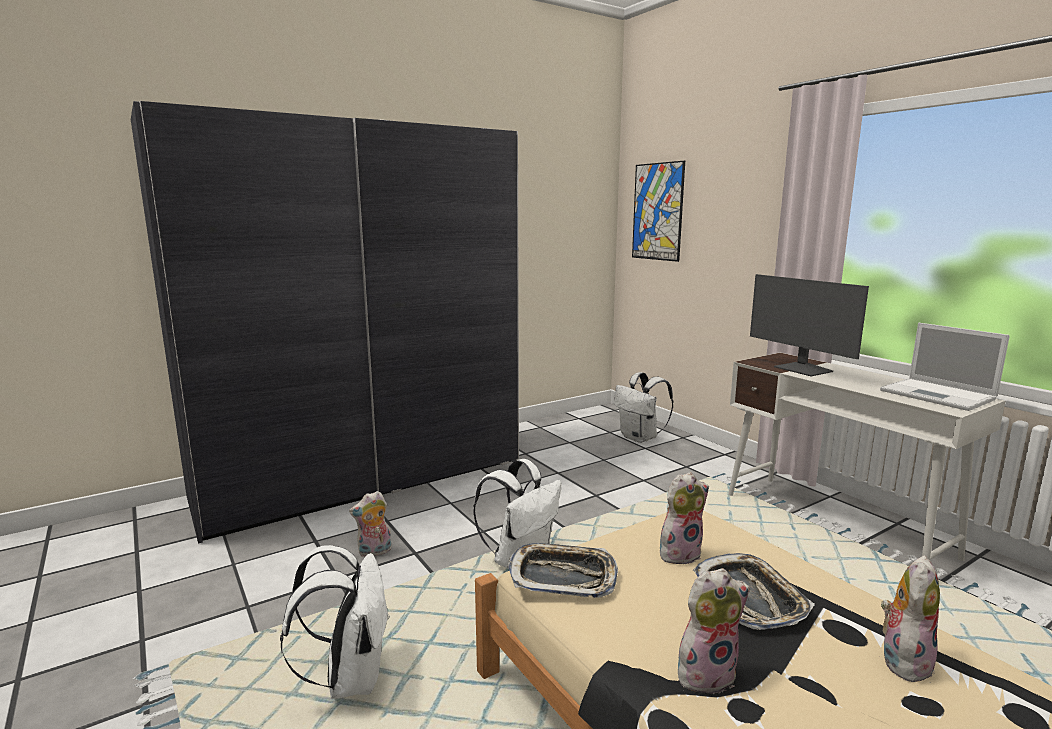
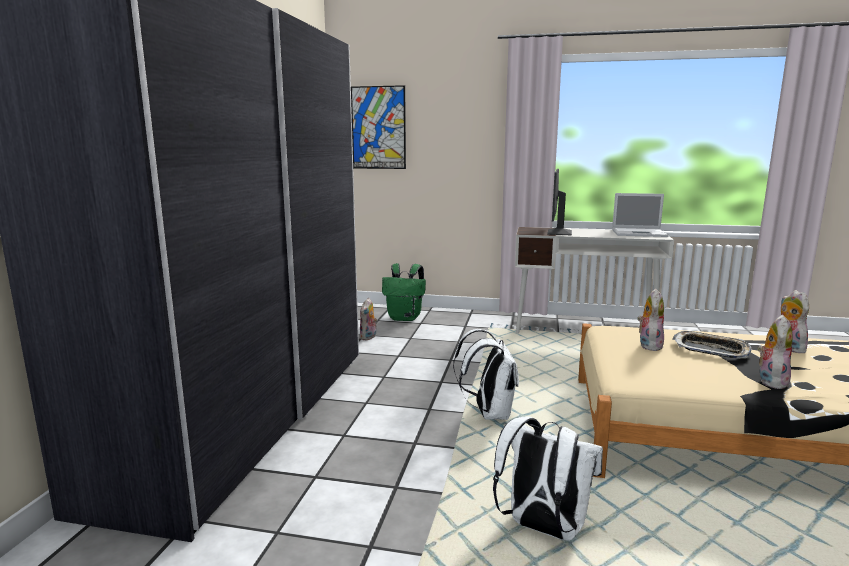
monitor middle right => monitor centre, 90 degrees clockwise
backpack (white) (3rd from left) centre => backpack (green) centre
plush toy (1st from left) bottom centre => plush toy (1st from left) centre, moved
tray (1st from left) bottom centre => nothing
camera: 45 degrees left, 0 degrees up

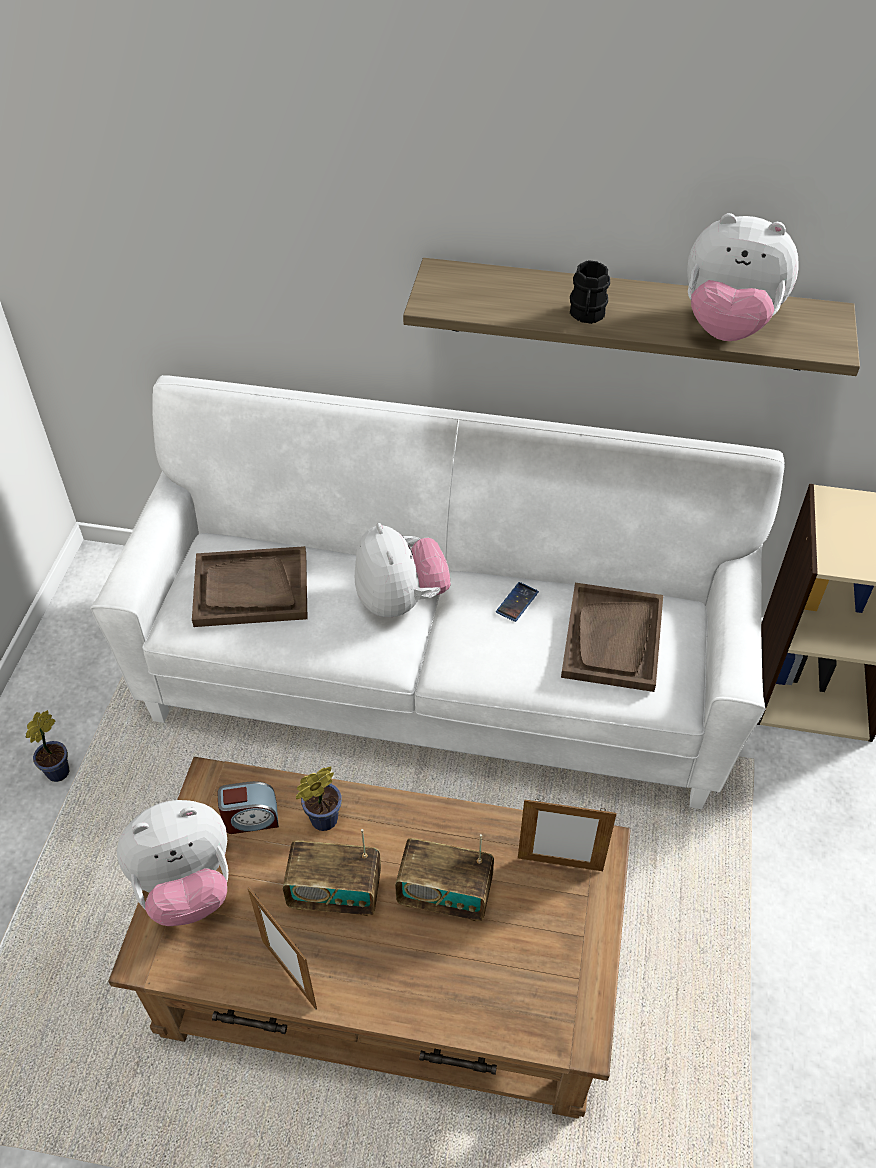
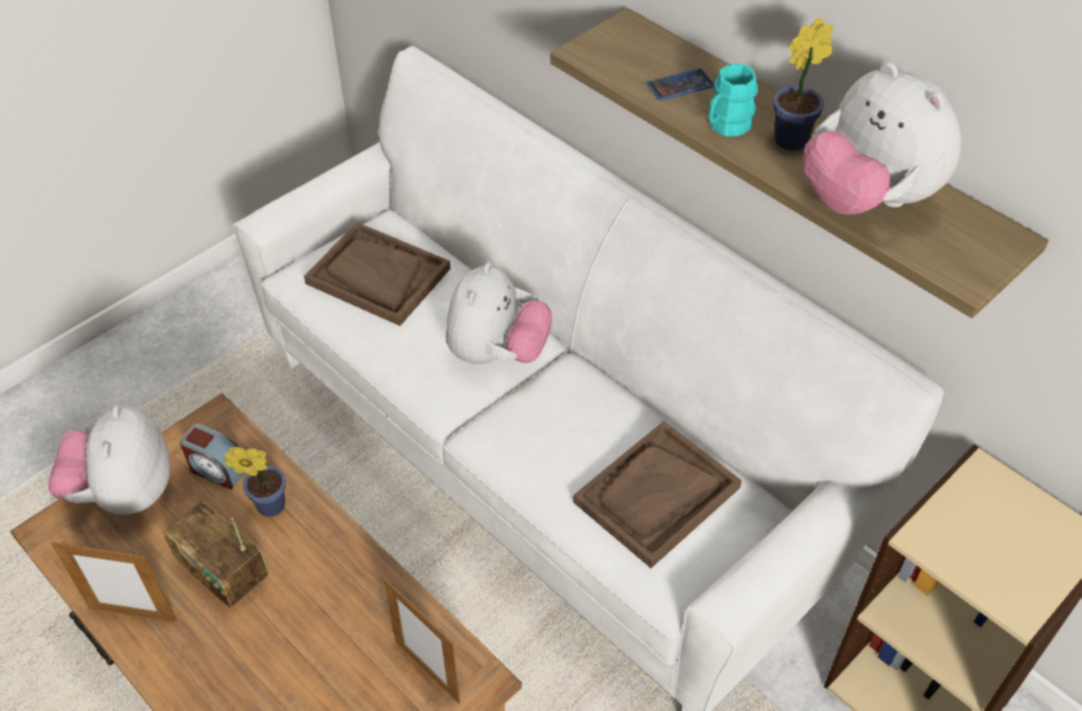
mug (black) top right => mug (turquoise) top right
phone centre => phone top centre, moved
potted plant (1st from left in the first image) middle left => potted plant (2nd from left) top right, moved
plush toy (1st from left) bottom left => plush toy (1st from left) middle left, 75 degrees clockwise
radio (2nd from left) bottom centre => nothing
picture frame (1st from left) bottom left, 75 degrees counterclockwise
camera: 35 degrees right, 0 degrees up

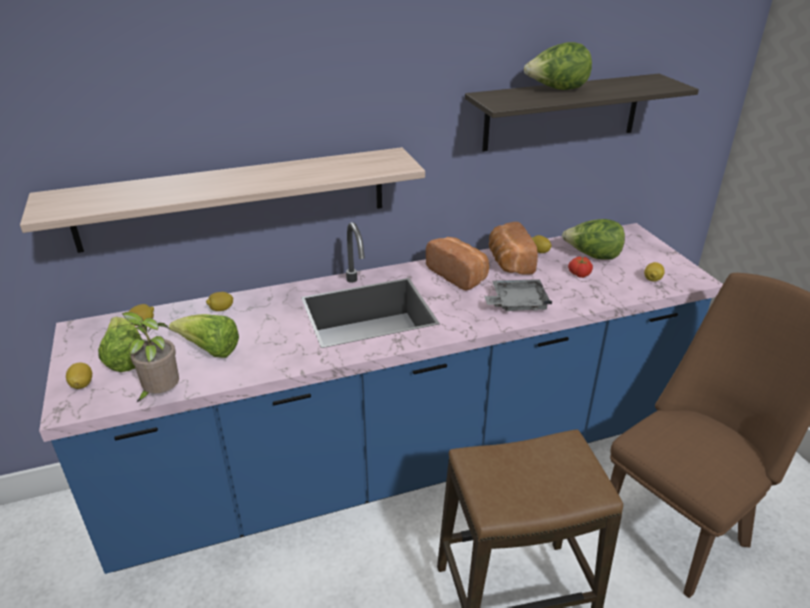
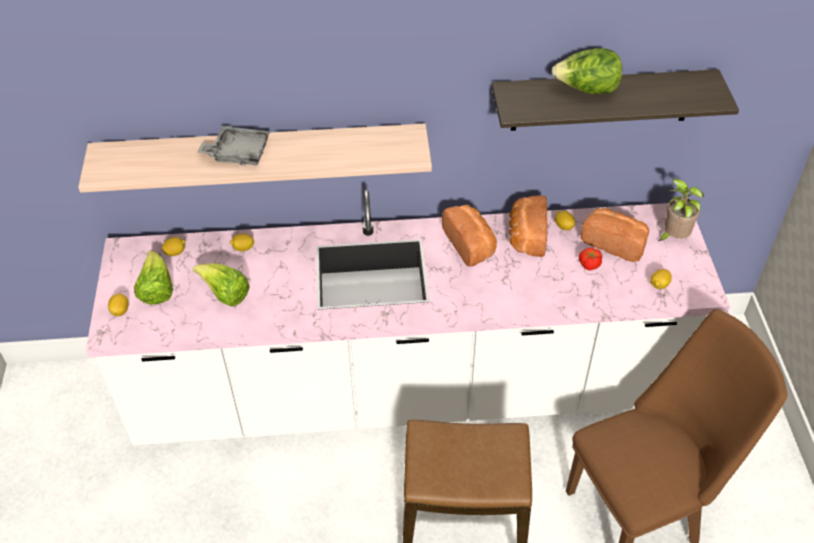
lettuce (4th from left) middle right => bread (3rd from left) middle right
counter (blue) centre => counter (white) centre
tray (grey) centre => tray (grey) top left, moved
potted plant middle left => potted plant middle right, moved
camera: 15 degrees right, 15 degrees up

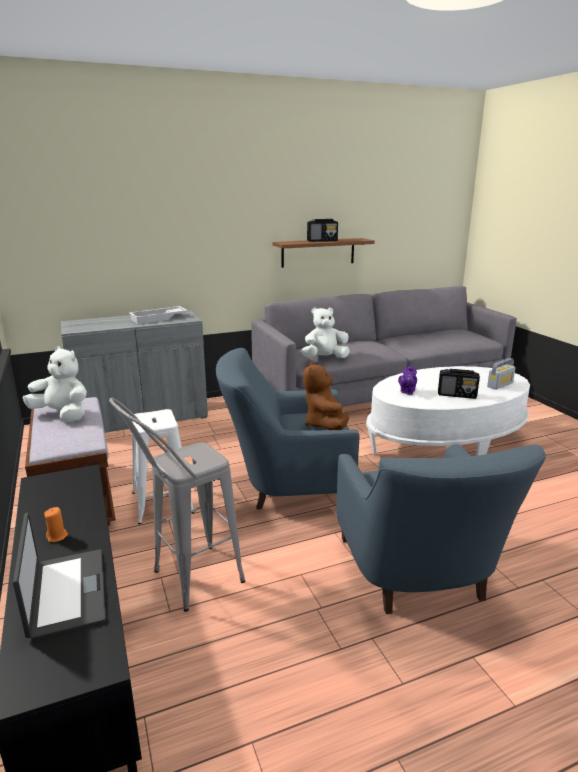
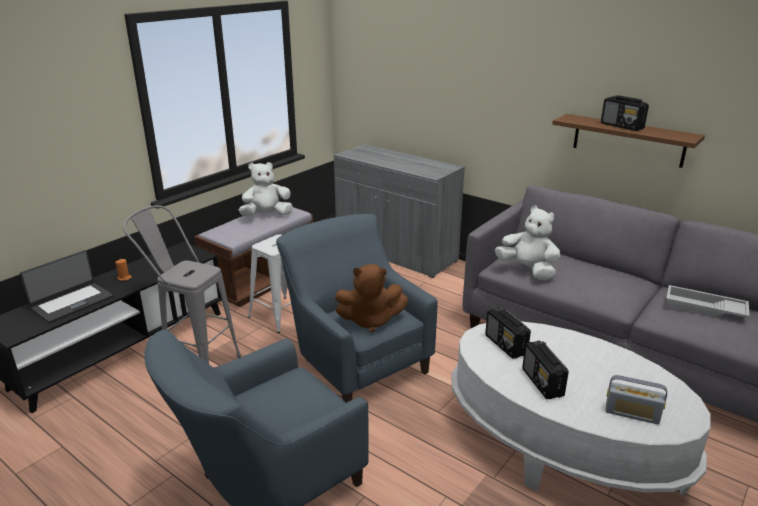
tray (white) middle left => tray (white) middle right, moved
plush toy (white) (1st from left) middle left => plush toy (white) (1st from left) centre, 105 degrees counterclockwise
plush toy (brown) centre, 150 degrees counterclockwise
teapot (purple) middle right => radio (1st from left) middle right
camera: 60 degrees right, 5 degrees up

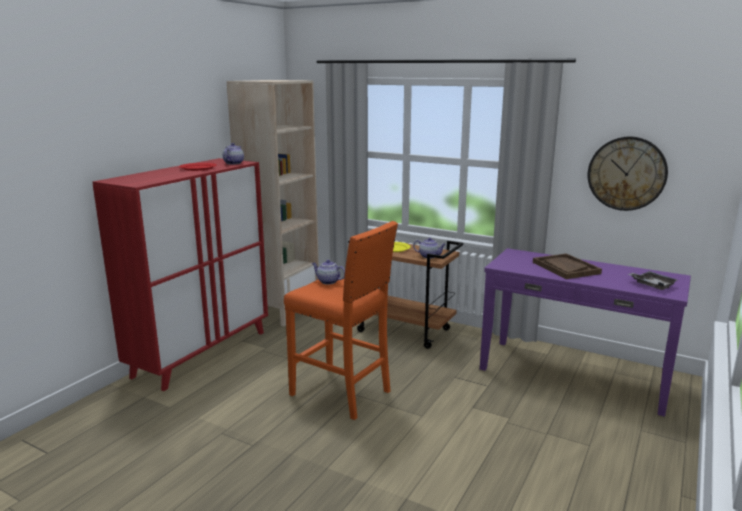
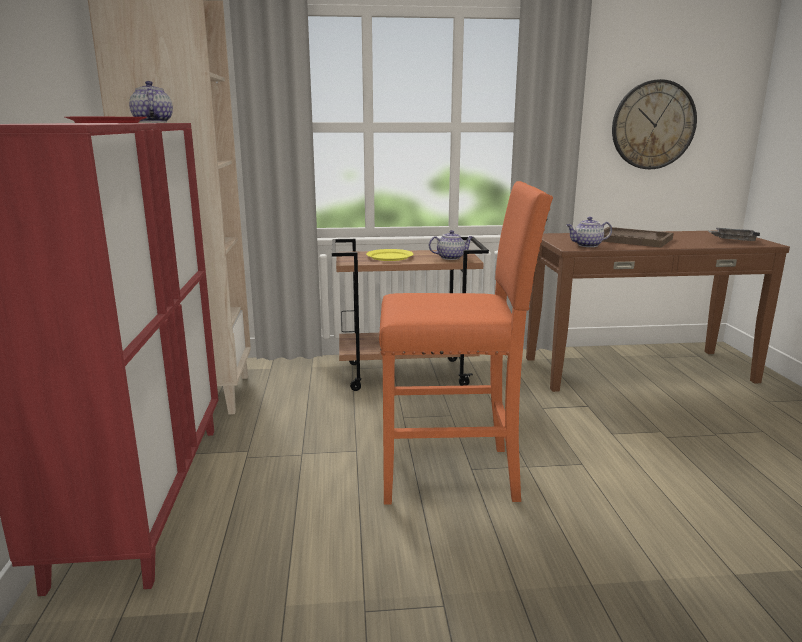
console table (purple) middle right => console table (brown) middle right
teapot (2nd from left in the first image) centre => teapot (3rd from left) middle right, moved
camera: 35 degrees left, 0 degrees up

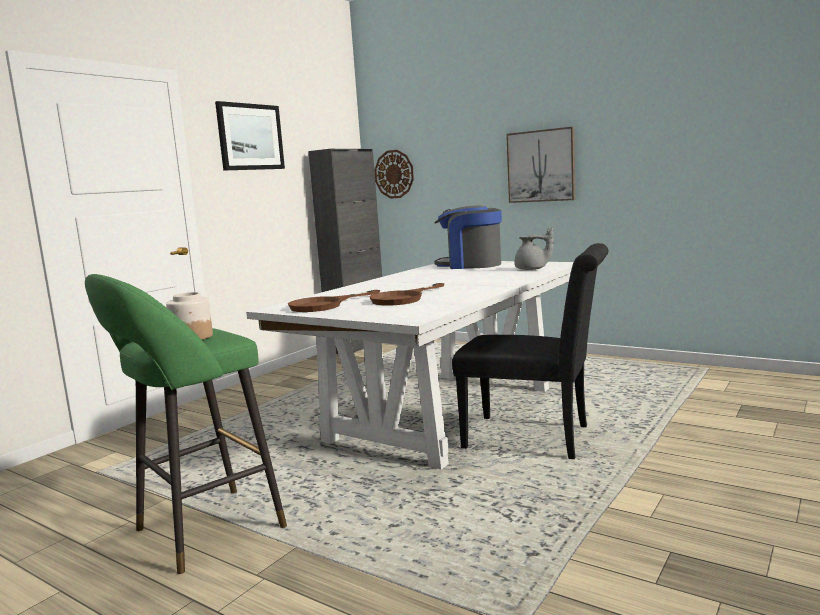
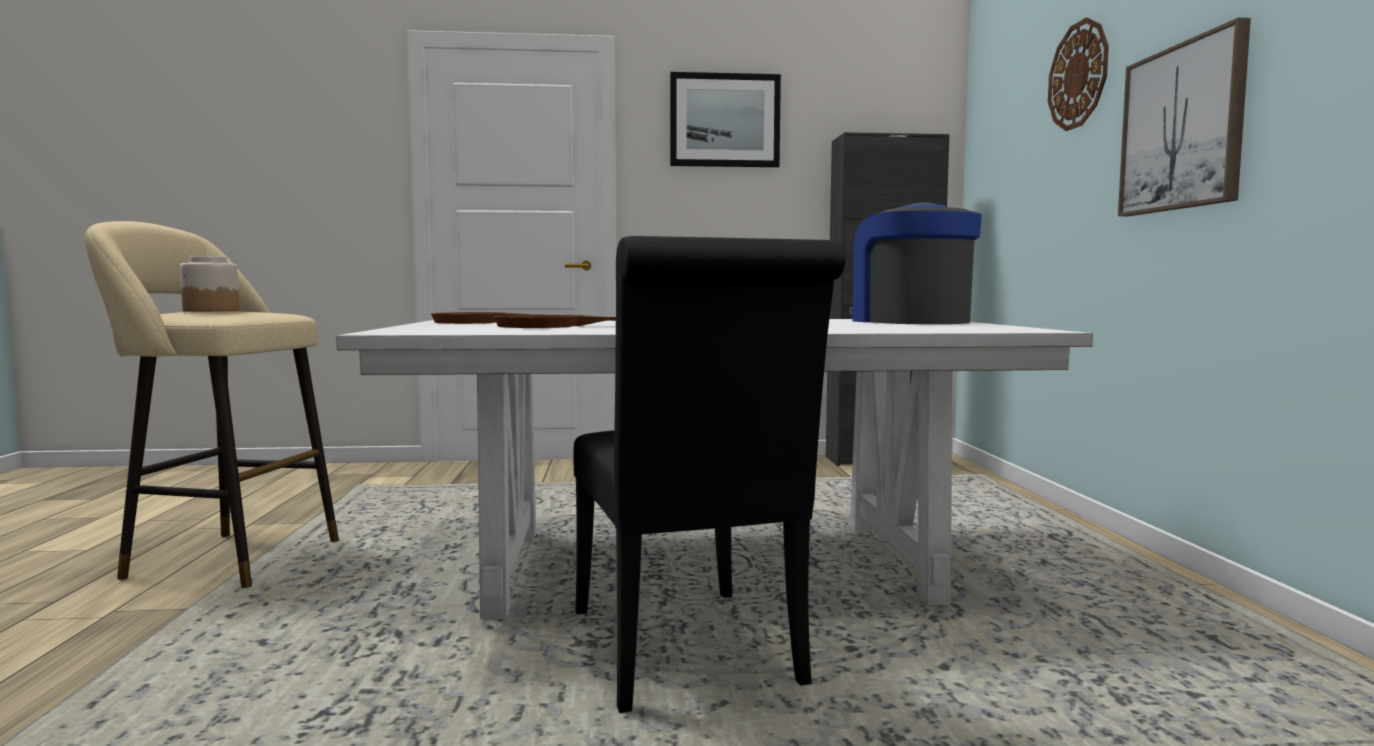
wall clock top centre => wall clock top right, moved
teapot (grey) centre => nothing
stool (green) bottom left => stool (beige) middle left
camera: 50 degrees right, 5 degrees down

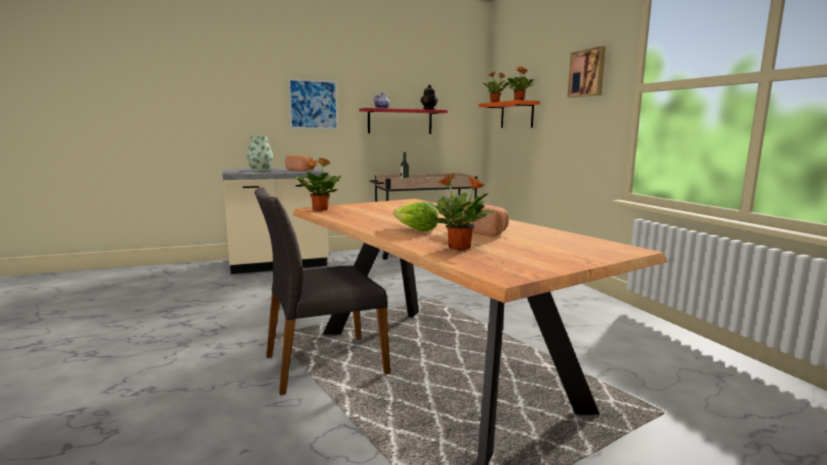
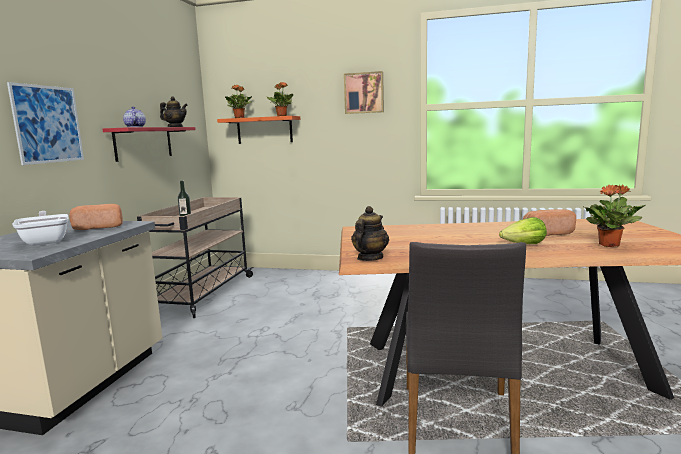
vase top left => frying pan middle left
potted plant (1st from left) centre => teapot (3rd from left) centre
camera: 55 degrees left, 0 degrees up

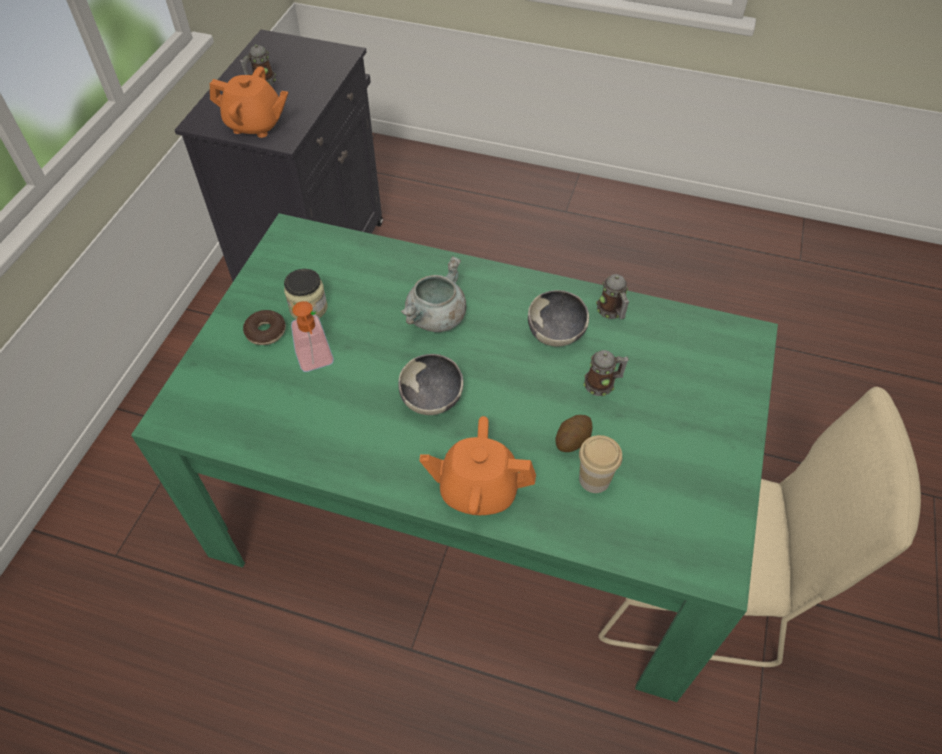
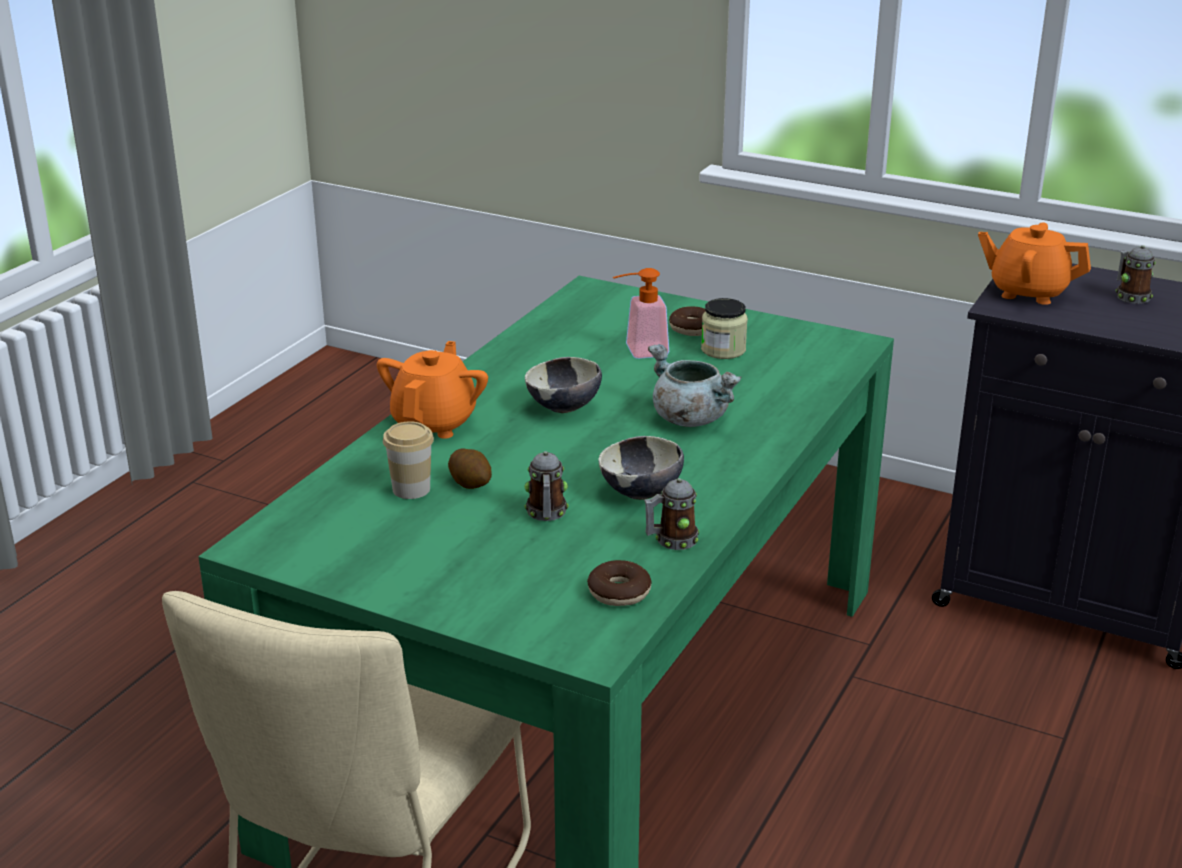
teapot (orange) (1st from left in the first image) top left => teapot (orange) (2nd from left) top right, 90 degrees clockwise
nothing => donut (1st from left) bottom centre
camera: 100 degrees right, 25 degrees down

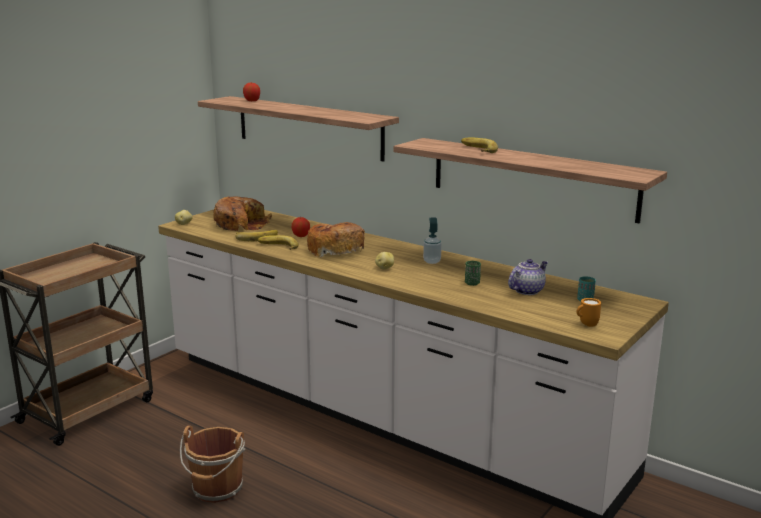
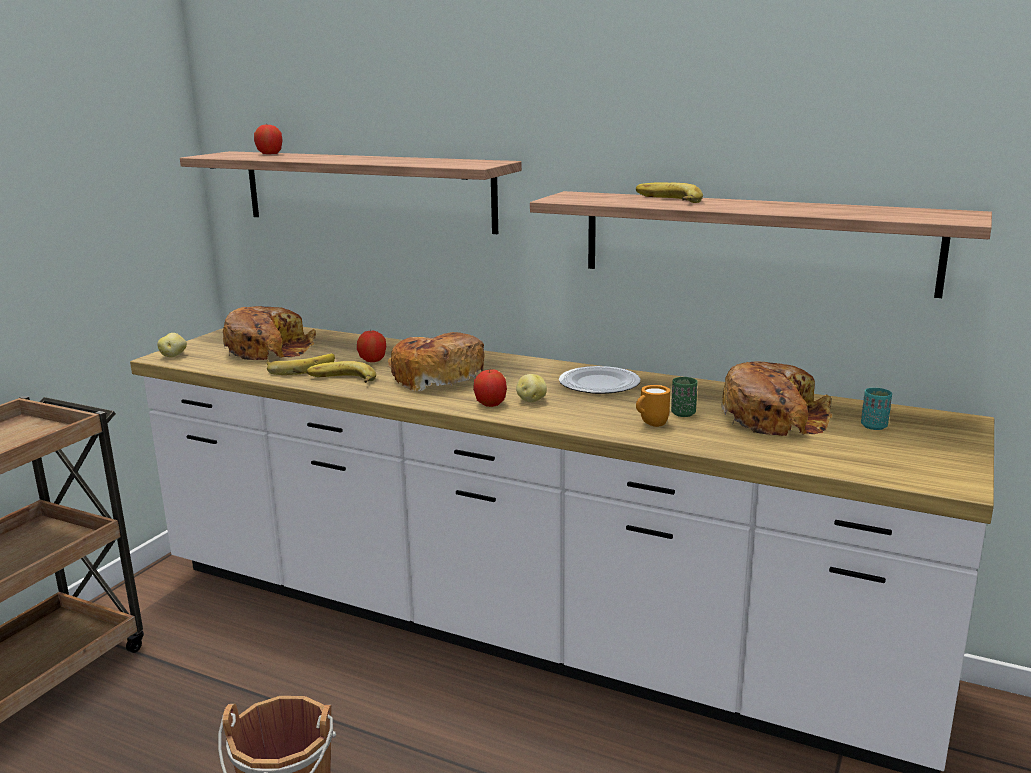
soap dispenser centre => plate centre
teapot middle right => bread (3rd from left) middle right
mug (orange) middle right => mug (orange) centre, moved
nothing => apple (3rd from left) centre
camera: 10 degrees left, 0 degrees up

